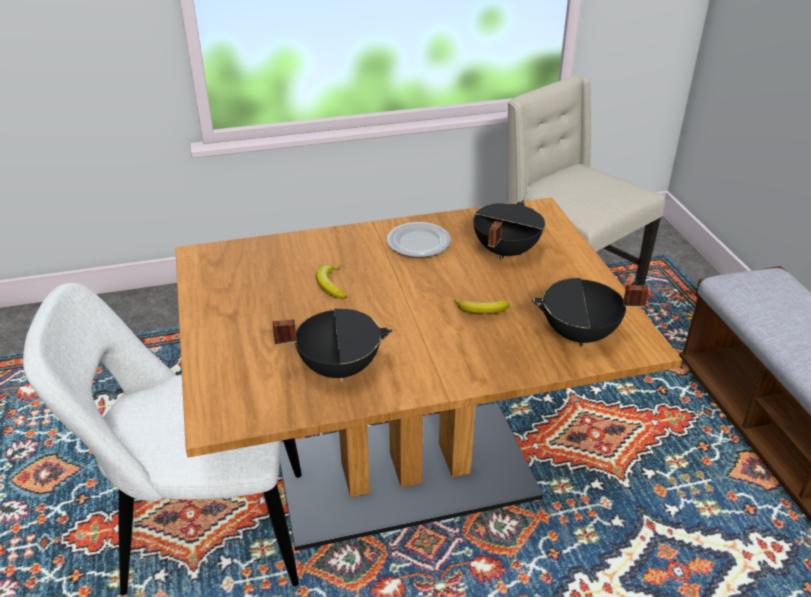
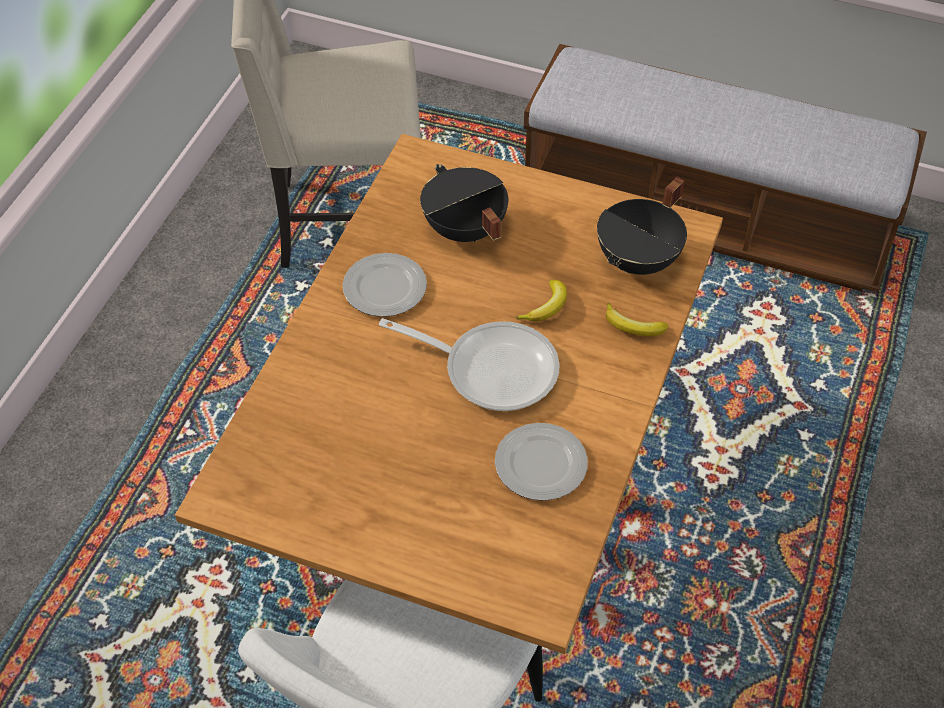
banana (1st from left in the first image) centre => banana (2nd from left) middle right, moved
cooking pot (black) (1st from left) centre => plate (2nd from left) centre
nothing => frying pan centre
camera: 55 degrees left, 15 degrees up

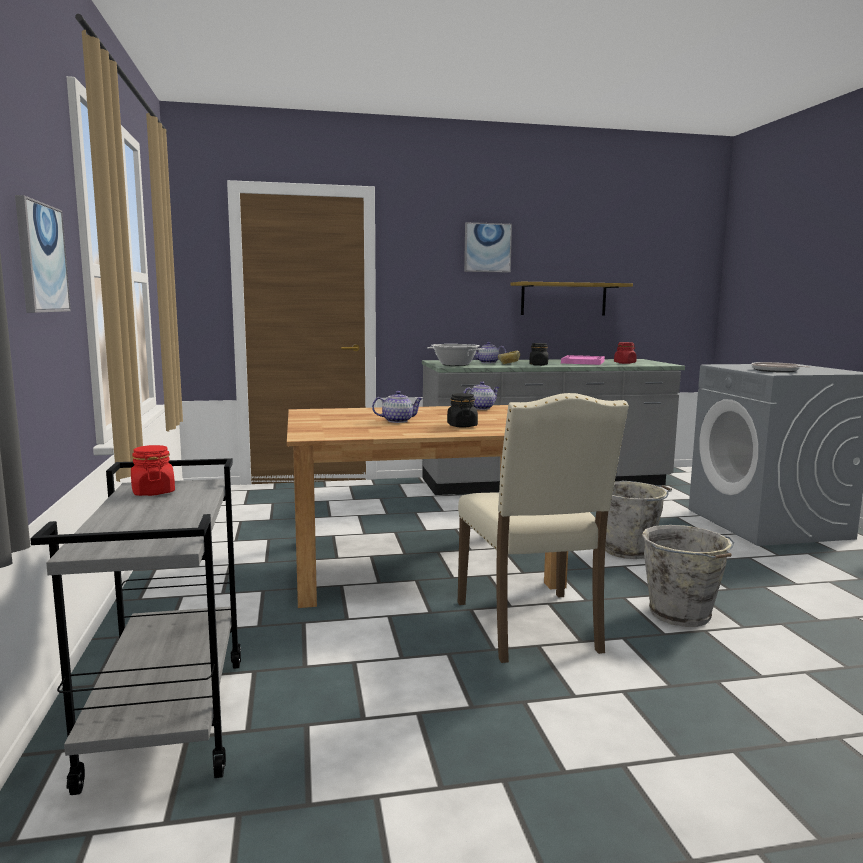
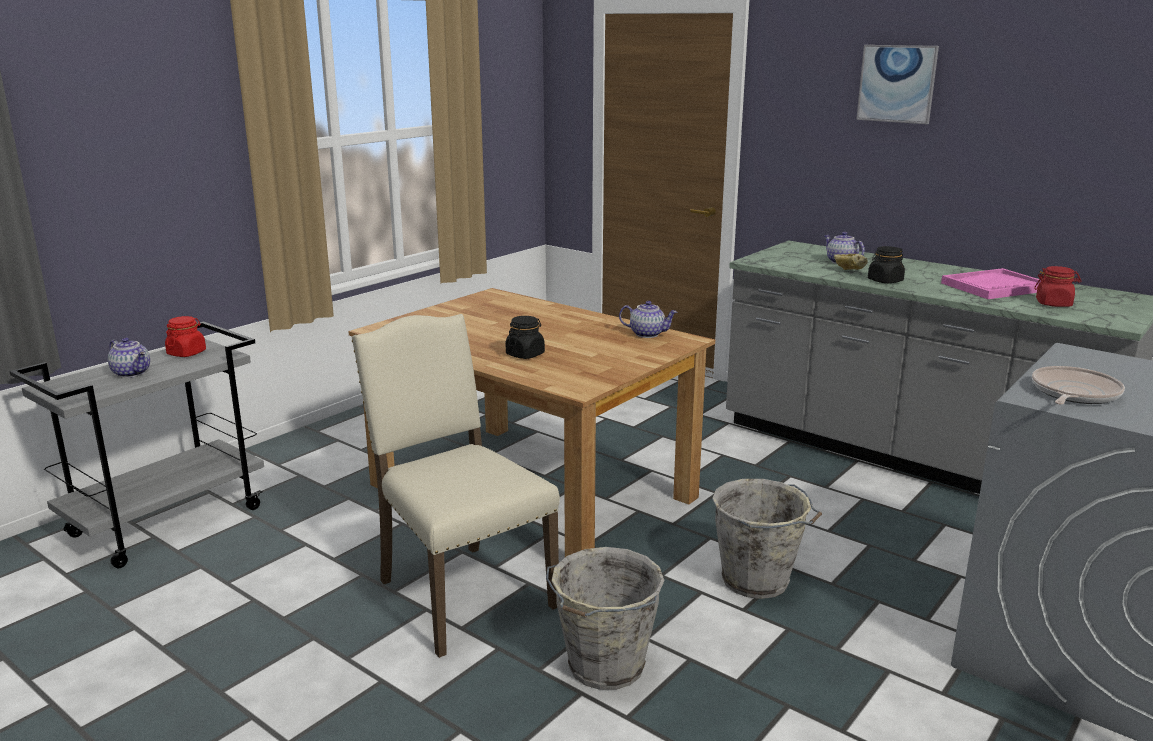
picture (1st from left) top left => nothing
shelf centre => nothing
cooking pot centre => nothing
teapot (1st from left) centre => teapot (1st from left) middle left, moved
chair (beige) centre, 105 degrees clockwise
camera: 50 degrees right, 10 degrees up

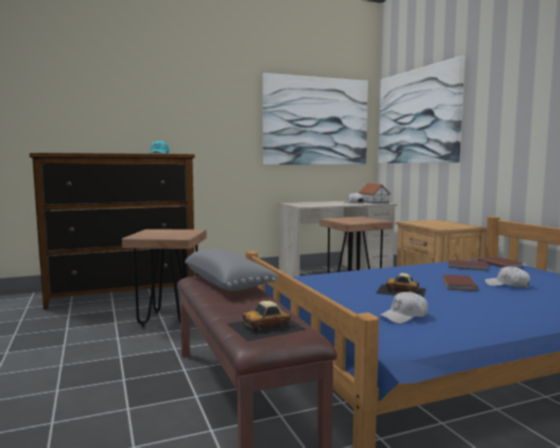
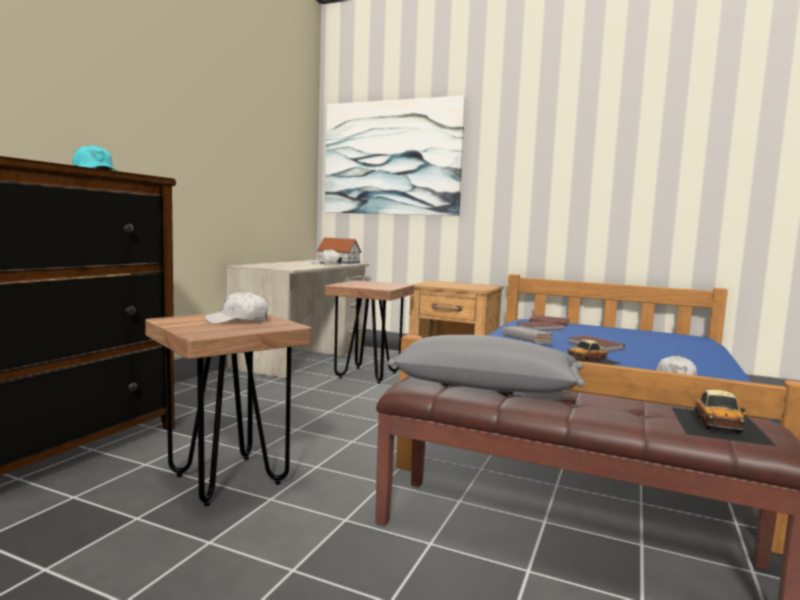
picture (1st from left) top centre => nothing
cap (white) (3rd from left in the first image) middle right => cap (white) (1st from left) middle left, moved
nothing => book (grey) centre
camera: 45 degrees left, 0 degrees up

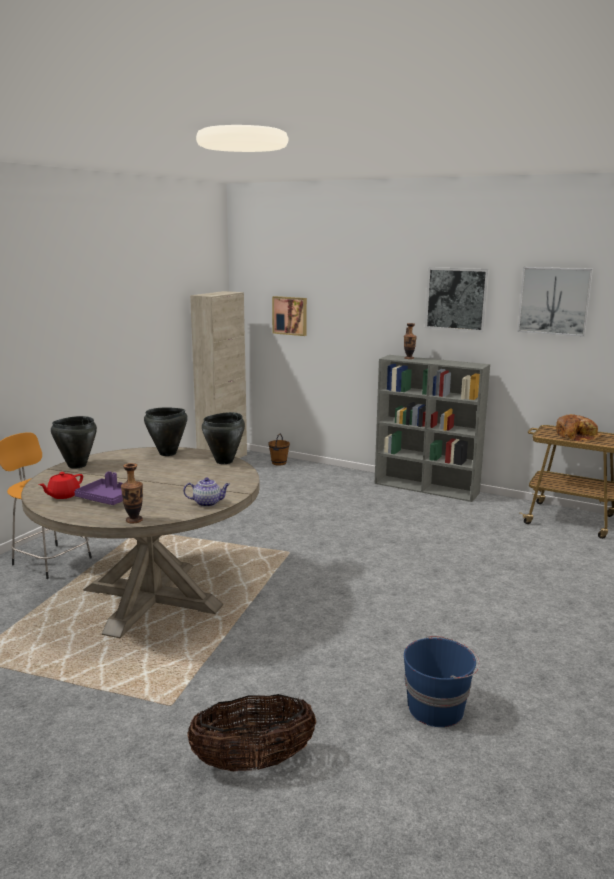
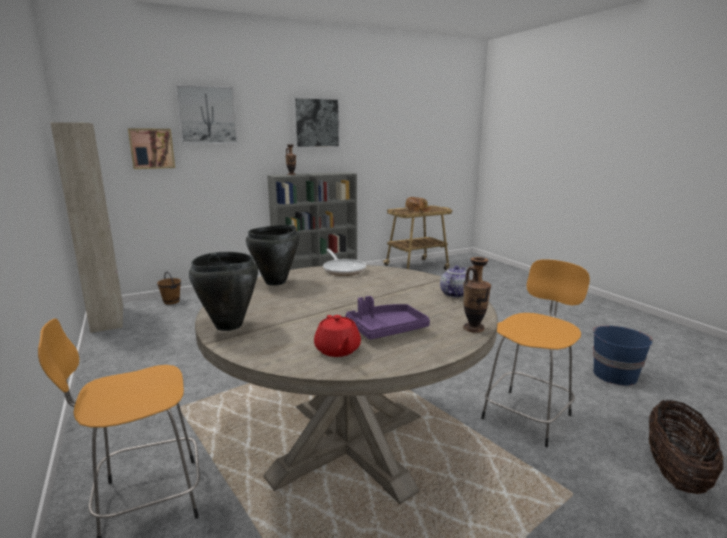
picture (3rd from left in the first image) middle right => picture (2nd from left) top left, moved
cooking pot (black) (3rd from left) centre => frying pan centre
nothing => stool (orange) (2nd from left) middle right
camera: 55 degrees left, 0 degrees up

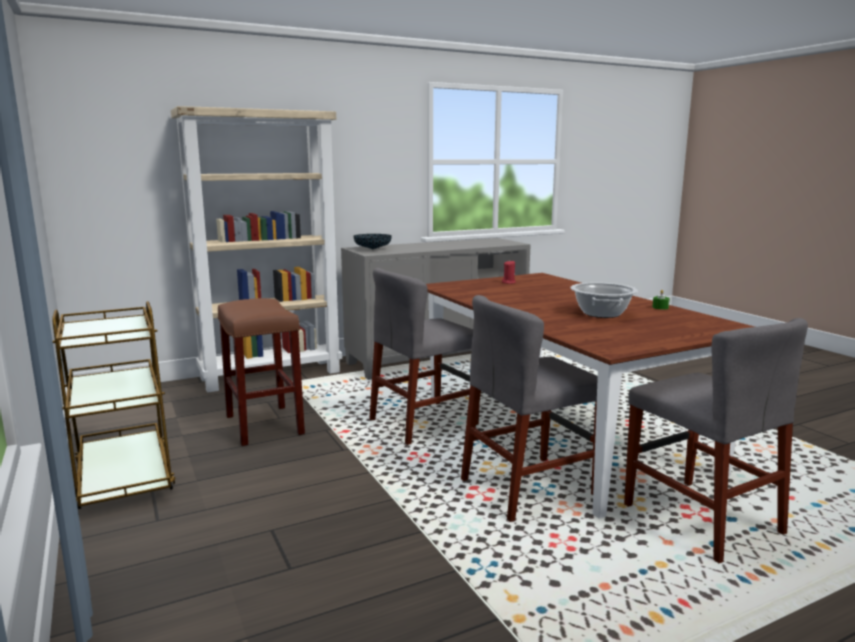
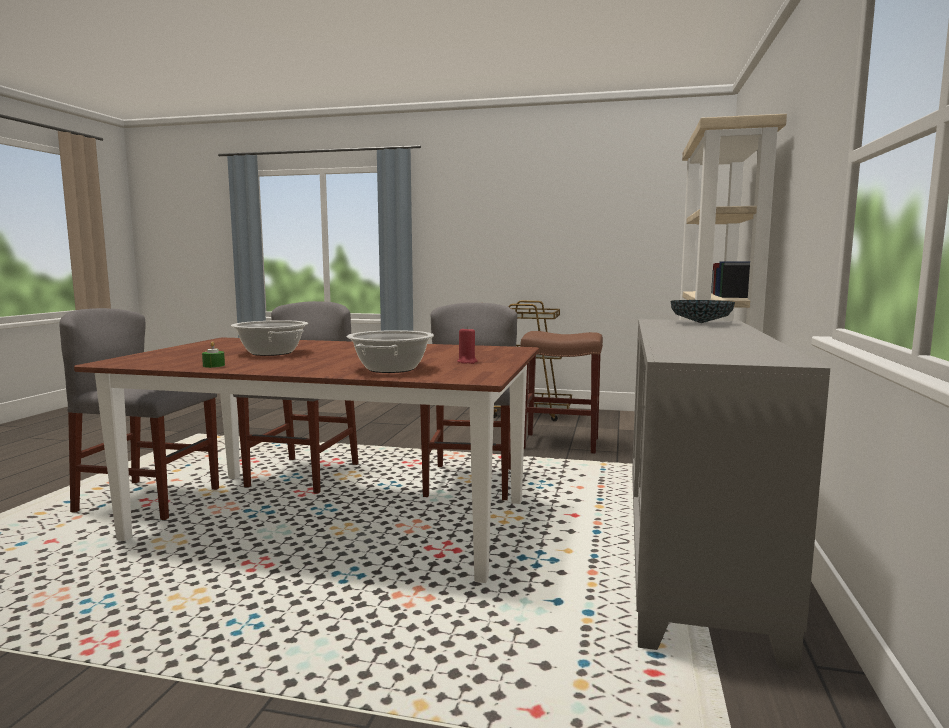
nothing => cooking pot (2nd from left) centre
camera: 130 degrees right, 5 degrees down

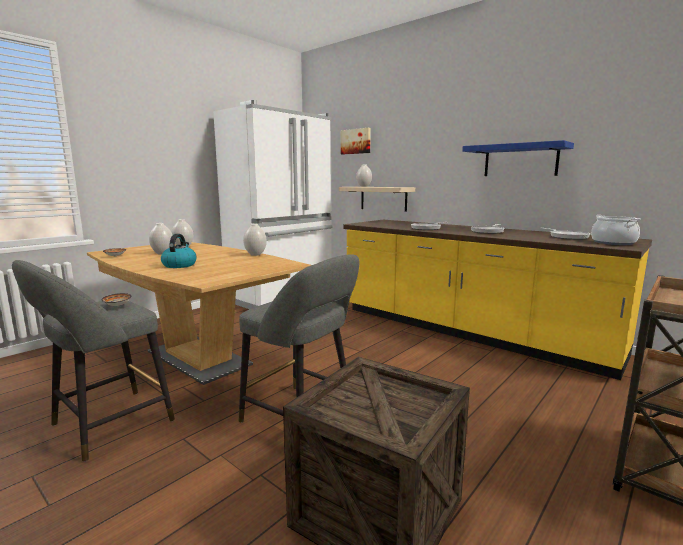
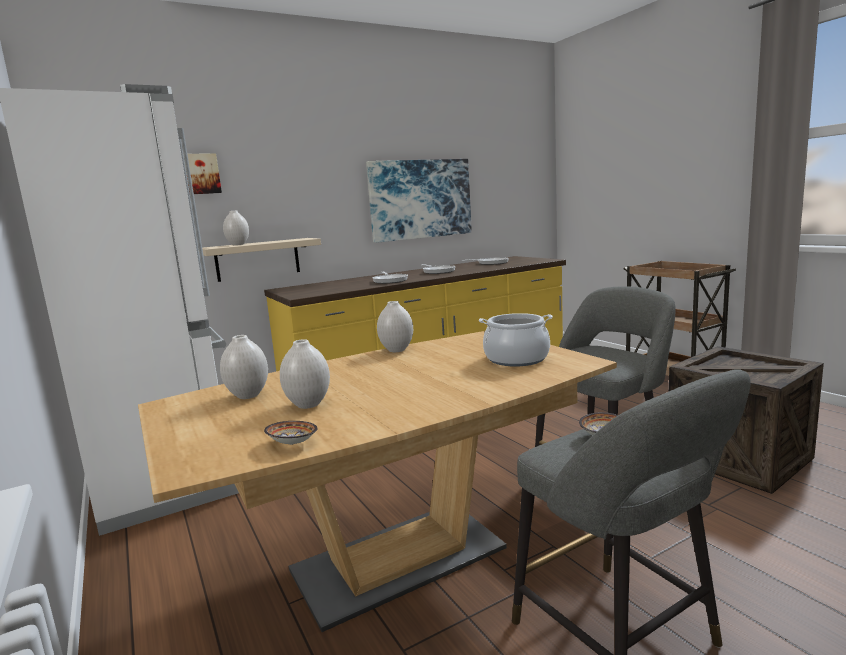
shelf (blue) top right => picture (2nd from left) top centre
cooking pot middle right => cooking pot centre, moved
kettle middle left => nothing
camera: 70 degrees left, 0 degrees up

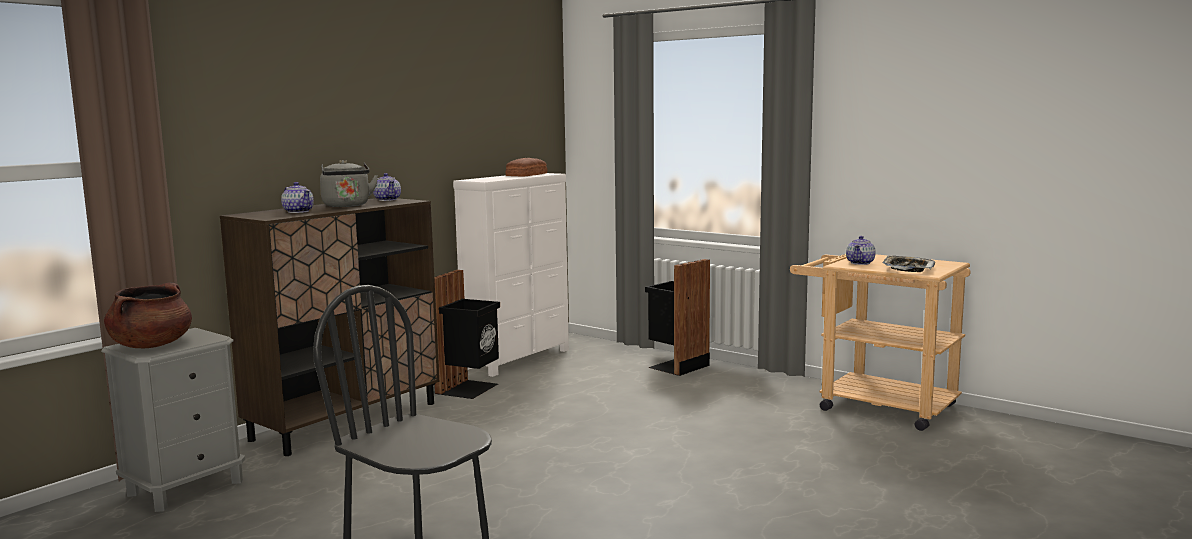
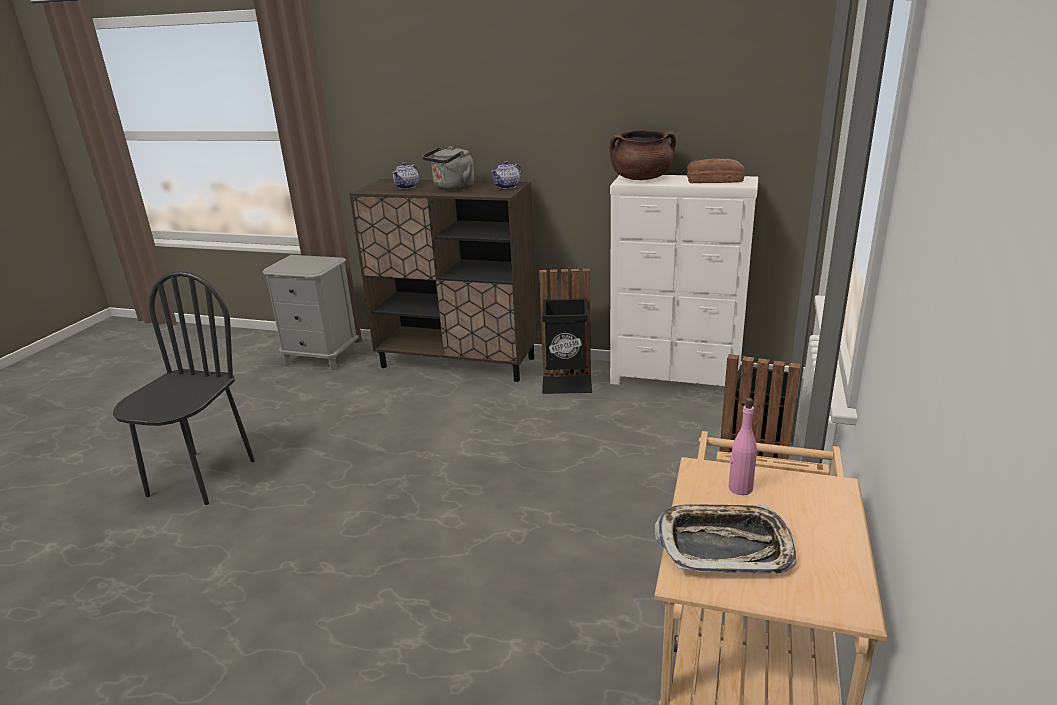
teapot (3rd from left) middle right => bottle (pink) middle right
cooking pot (brown) middle left => cooking pot (brown) top centre, moved
camera: 70 degrees right, 15 degrees up

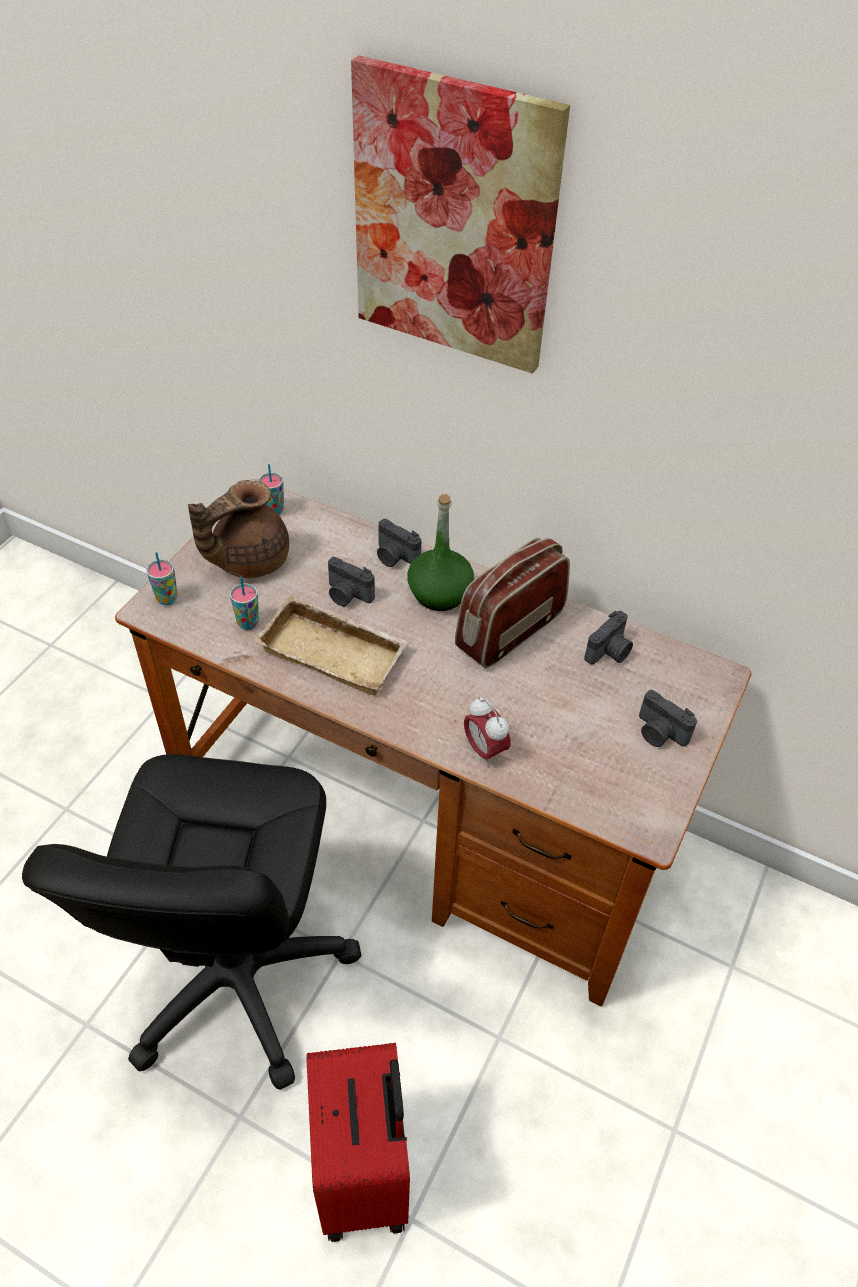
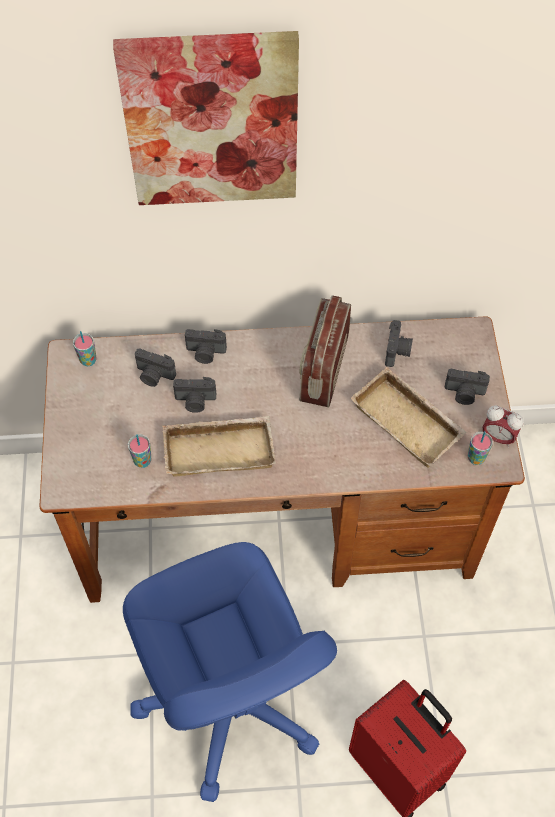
teapot (brown) middle left => nothing
bottle (green) centre => nothing
cup (1st from left in the first image) middle left => cup (3rd from left) middle right, moved
alarm clock centre => alarm clock middle right, moved
office chair (black) bottom left => office chair (blue) bottom centre
nothing => photo camera (1st from left) middle left
nothing => tray (beige) (2nd from left) middle right
camera: 30 degrees left, 10 degrees up

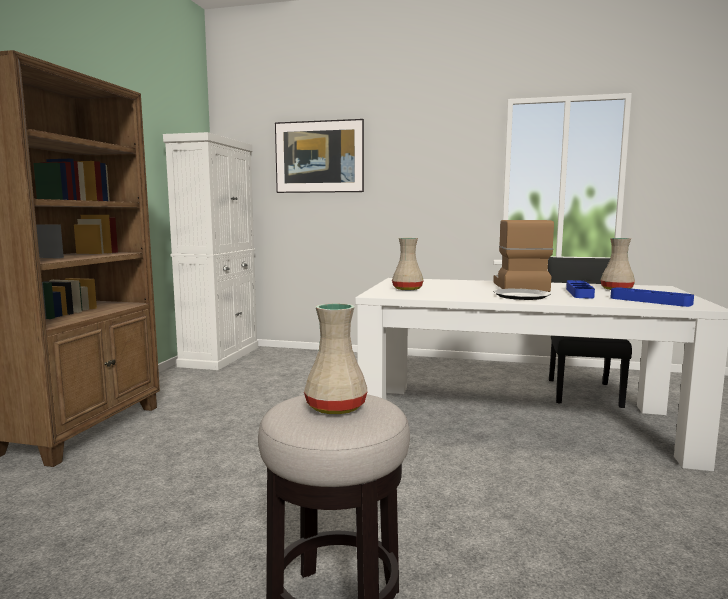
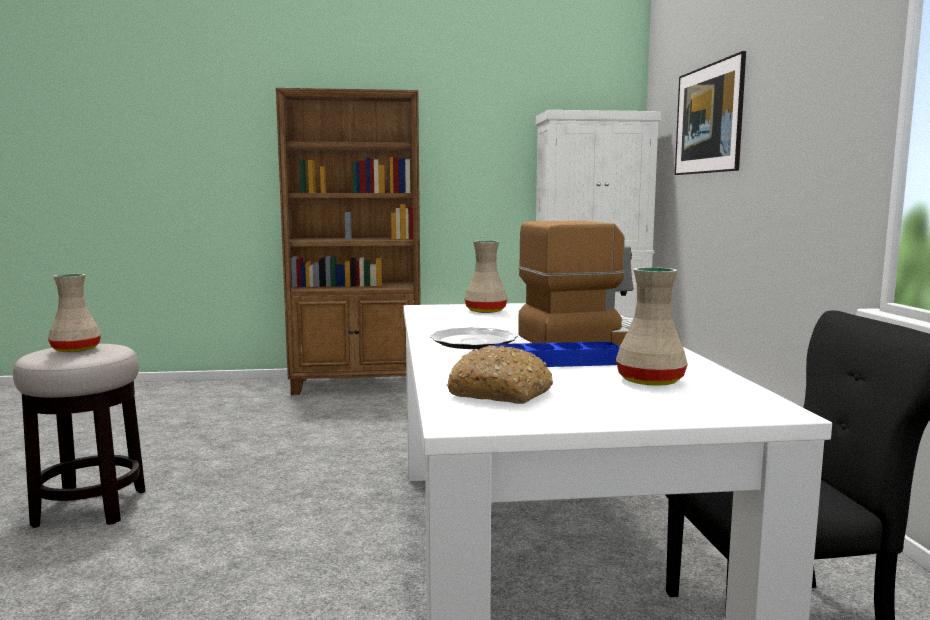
tray (blue) (2nd from left) middle right => bread centre
camera: 70 degrees right, 0 degrees up

